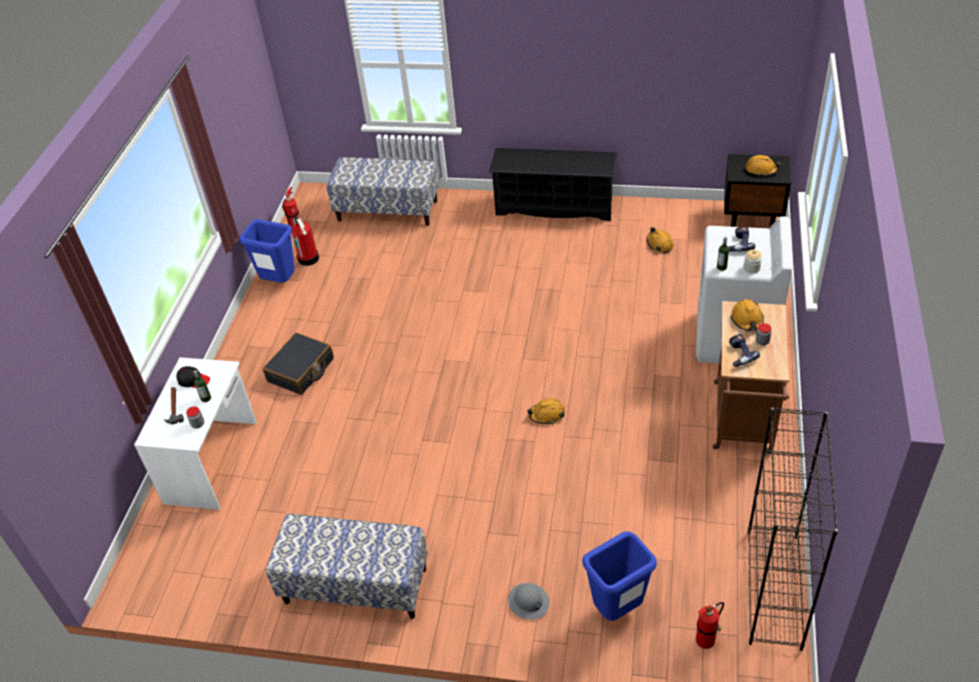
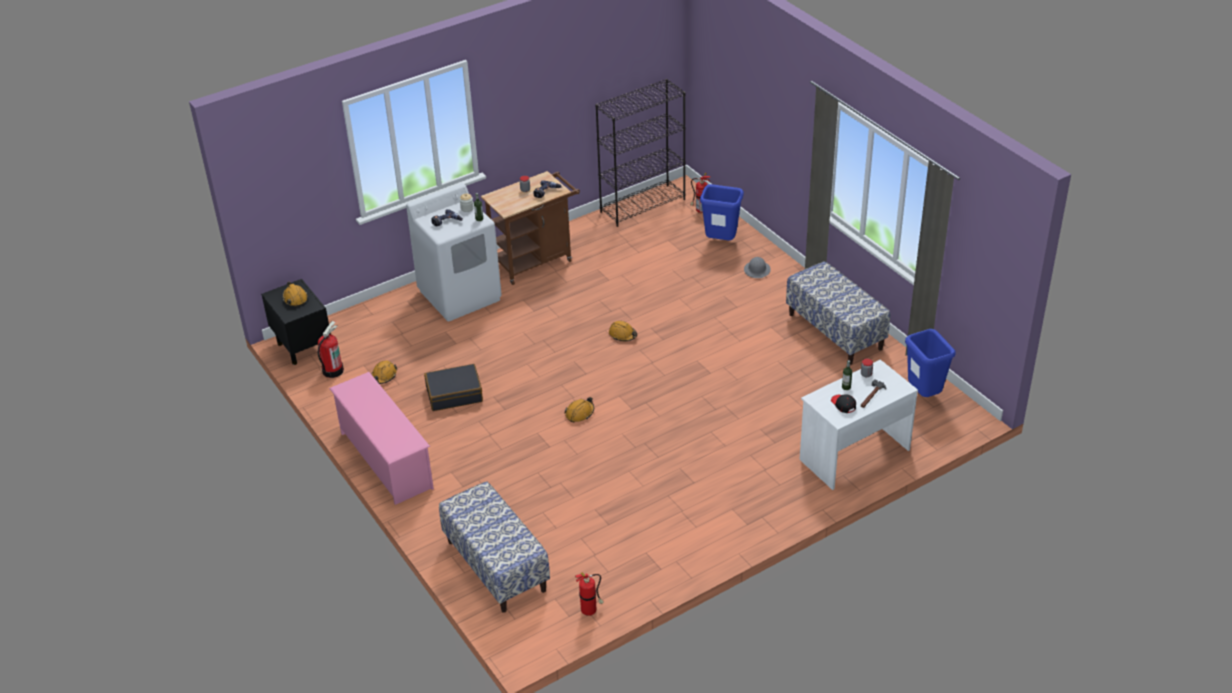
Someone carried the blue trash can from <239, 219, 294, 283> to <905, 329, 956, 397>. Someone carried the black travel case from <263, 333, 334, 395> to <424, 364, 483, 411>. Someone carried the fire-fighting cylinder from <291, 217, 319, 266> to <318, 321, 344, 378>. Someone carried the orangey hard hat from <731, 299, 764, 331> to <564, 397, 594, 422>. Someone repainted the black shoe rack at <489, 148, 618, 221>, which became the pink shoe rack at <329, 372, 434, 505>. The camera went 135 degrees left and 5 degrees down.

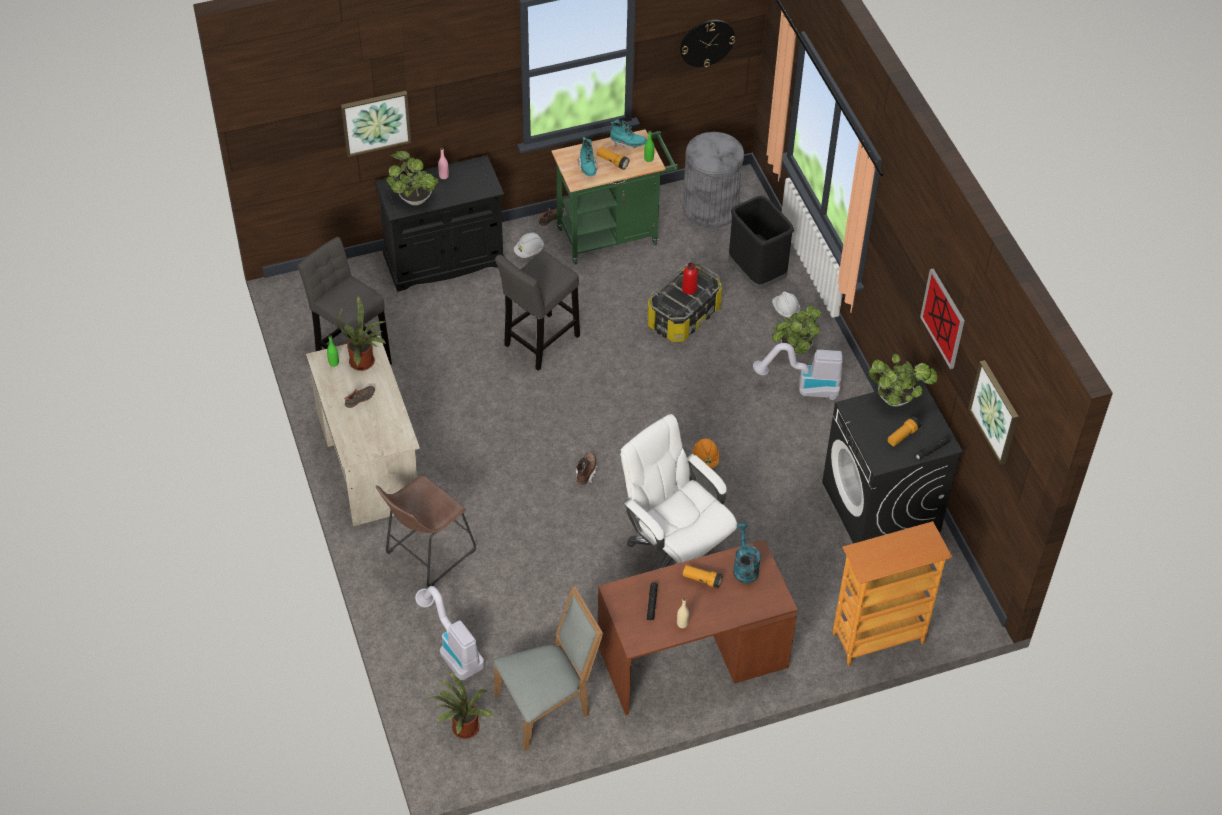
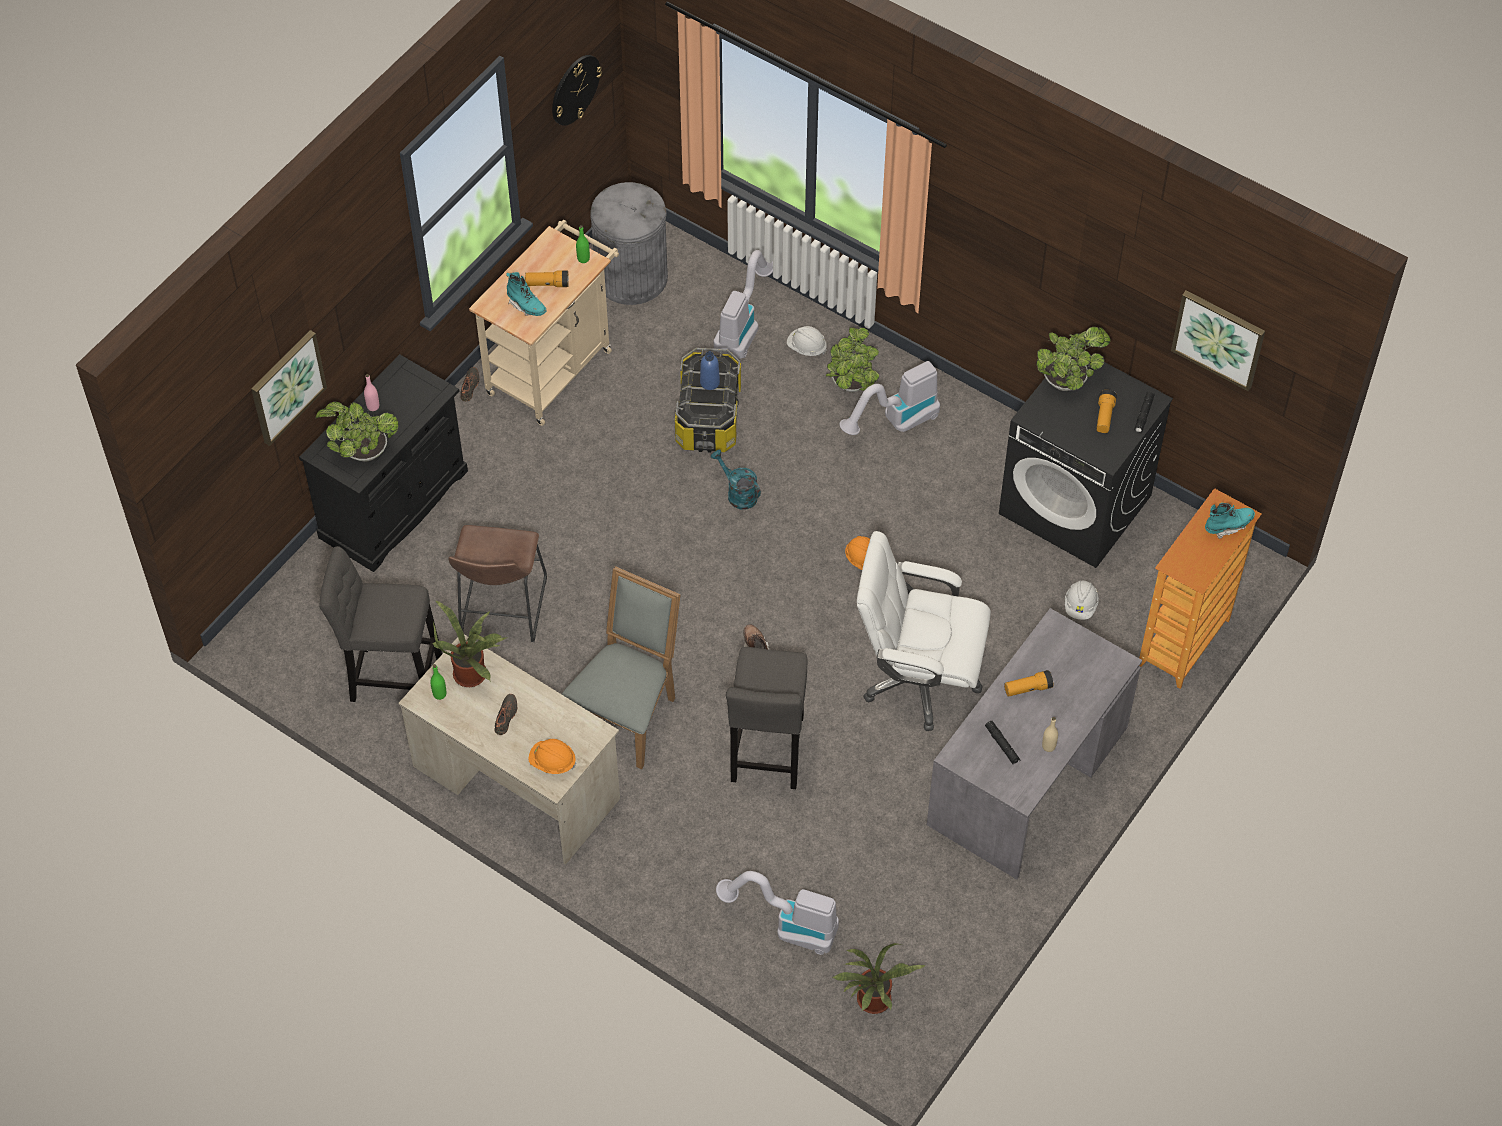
Someone took away the wall art at <920, 268, 965, 369>. Someone put down the orangey hard hat at <528, 739, 576, 774>. Someone carried the brown-coloured stool seat from <376, 475, 476, 587> to <448, 525, 547, 642>. Someone carried the gray chair from <494, 586, 603, 751> to <562, 566, 681, 769>. Someone carried the gray stool seat from <495, 251, 580, 371> to <726, 647, 807, 789>. Someone carried the white-coloured hard hat from <514, 233, 544, 258> to <1065, 580, 1099, 620>. Someone carried the turquoise boot from <610, 119, 647, 148> to <1205, 503, 1255, 539>. Someone carried the turquoise watering pot from <733, 523, 761, 584> to <711, 450, 761, 510>. Someone swapped the black trash can at <729, 196, 794, 289> for the vacuum cleaner at <714, 250, 773, 359>. Someone repainted the green-coloured wheeled cart at <552, 129, 678, 264>, which became the beige-coloured wheeled cart at <469, 220, 619, 426>. Someone repainted the brown-coloured desk table at <598, 539, 798, 715>, which became the gray desk table at <927, 608, 1142, 879>. Someone repainted the red bottle at <682, 262, 698, 295>, which became the blue bottle at <700, 351, 720, 390>. The camera went 35 degrees left and 5 degrees up.

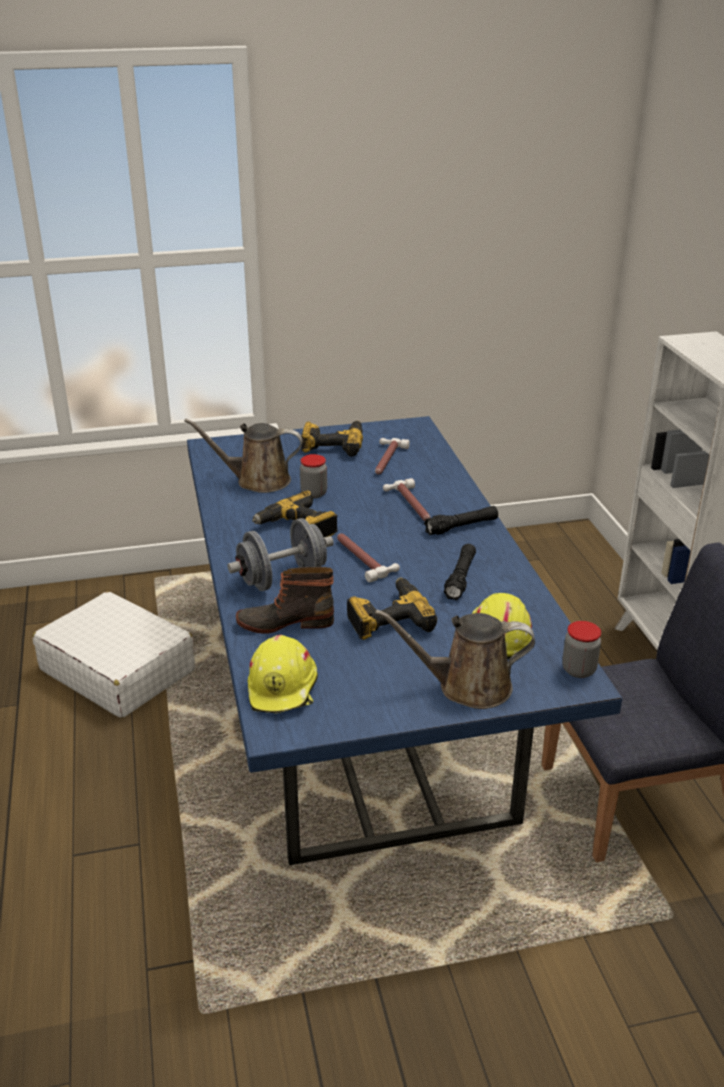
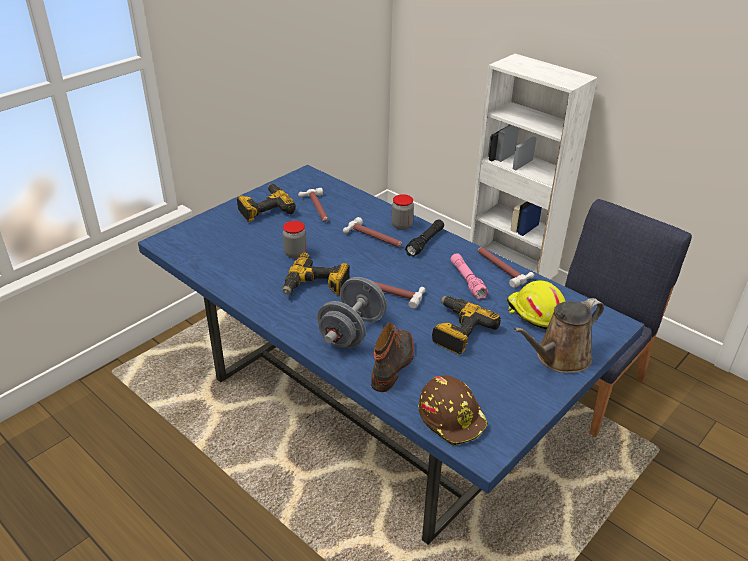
Someone took away the white-coloured travel case at <32, 591, 195, 718>. Someone took away the brown-coloured watering pot at <184, 418, 303, 493>. Someone put down the hammer at <478, 247, 534, 288>. Someone carried the jar from <562, 621, 601, 678> to <392, 194, 414, 230>. Someone repainted the yellow-coloured hard hat at <248, 635, 318, 713>, which became the brown-coloured hard hat at <418, 376, 488, 445>. Someone repainted the black flashlight at <444, 544, 476, 600>, which became the pink flashlight at <451, 253, 489, 300>. Someone rotated the boot at <236, 567, 334, 634> by 150 degrees clockwise. The camera went 35 degrees left and 5 degrees up.

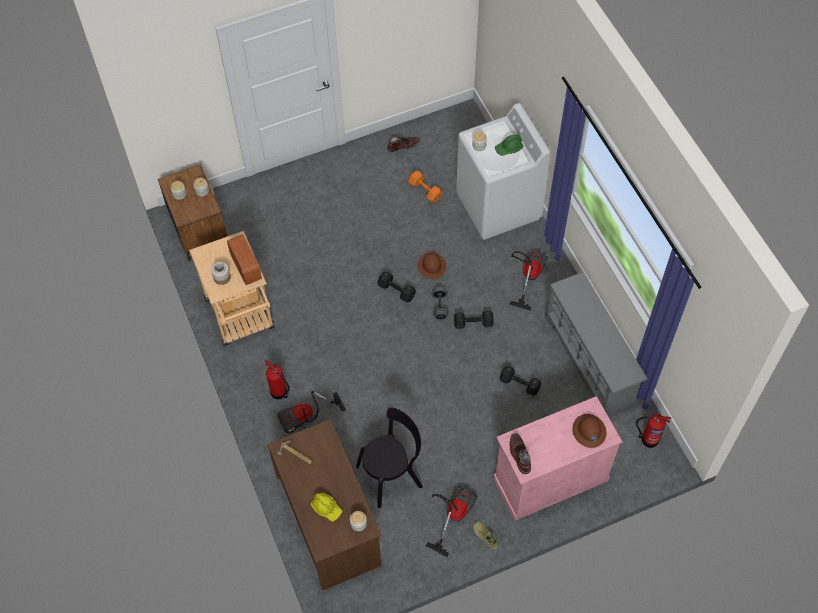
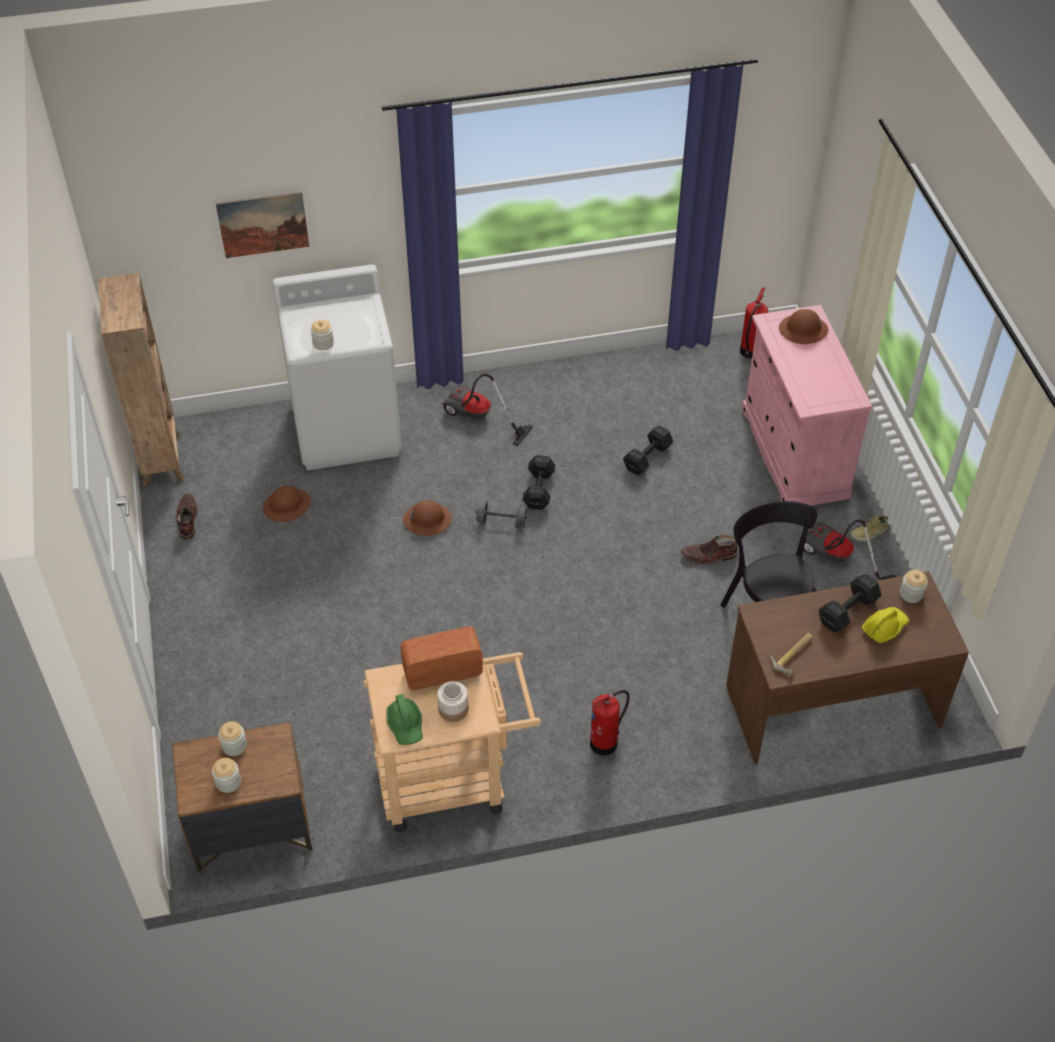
Someone took away the vacuum cleaner at <277, 391, 346, 433>. Someone took away the gray shoe rack at <545, 272, 648, 414>. Someone put down the brown-coloured shelving unit at <98, 273, 185, 487>. Someone put up the wall art at <216, 192, 309, 258>. Someone carried the black free weight from <377, 272, 416, 302> to <819, 574, 881, 632>. Someone carried the green-coloured hard hat from <495, 134, 523, 156> to <386, 694, 423, 745>. Someone carried the brown-coloured boot from <510, 433, 531, 474> to <681, 535, 738, 564>. Someone swapped the orangey free weight at <408, 170, 443, 203> for the brown-coloured hard hat at <263, 486, 311, 522>. The camera went 80 degrees left and 10 degrees down.

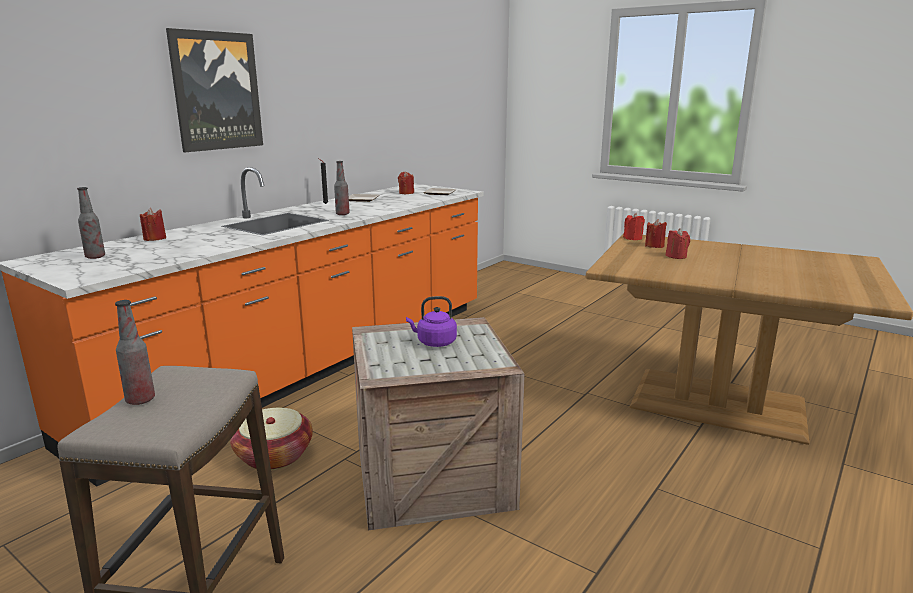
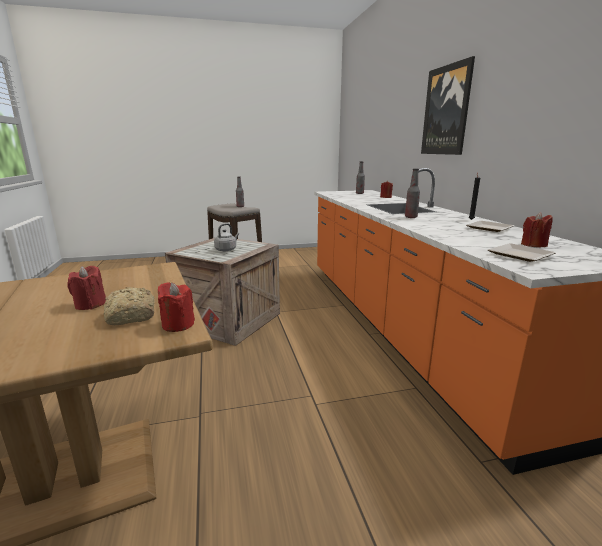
Someone took away the storage basket at <230, 408, 313, 470>. Someone swapped the red candle at <645, 219, 667, 248> for the baked bread at <104, 287, 154, 325>. Someone repainted the purplish tea kettle at <406, 296, 457, 347>, which became the gray tea kettle at <214, 223, 239, 251>. The camera went 130 degrees right and 0 degrees up.

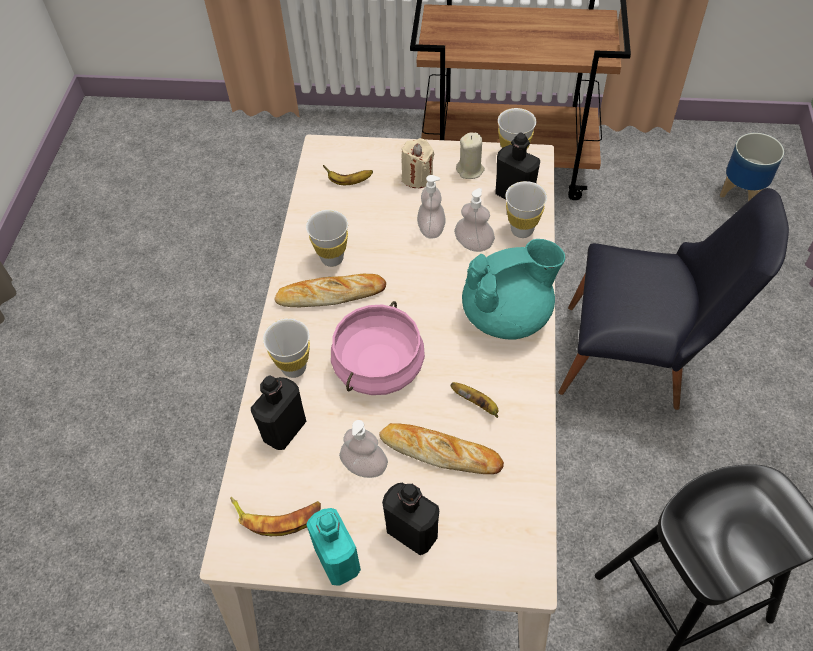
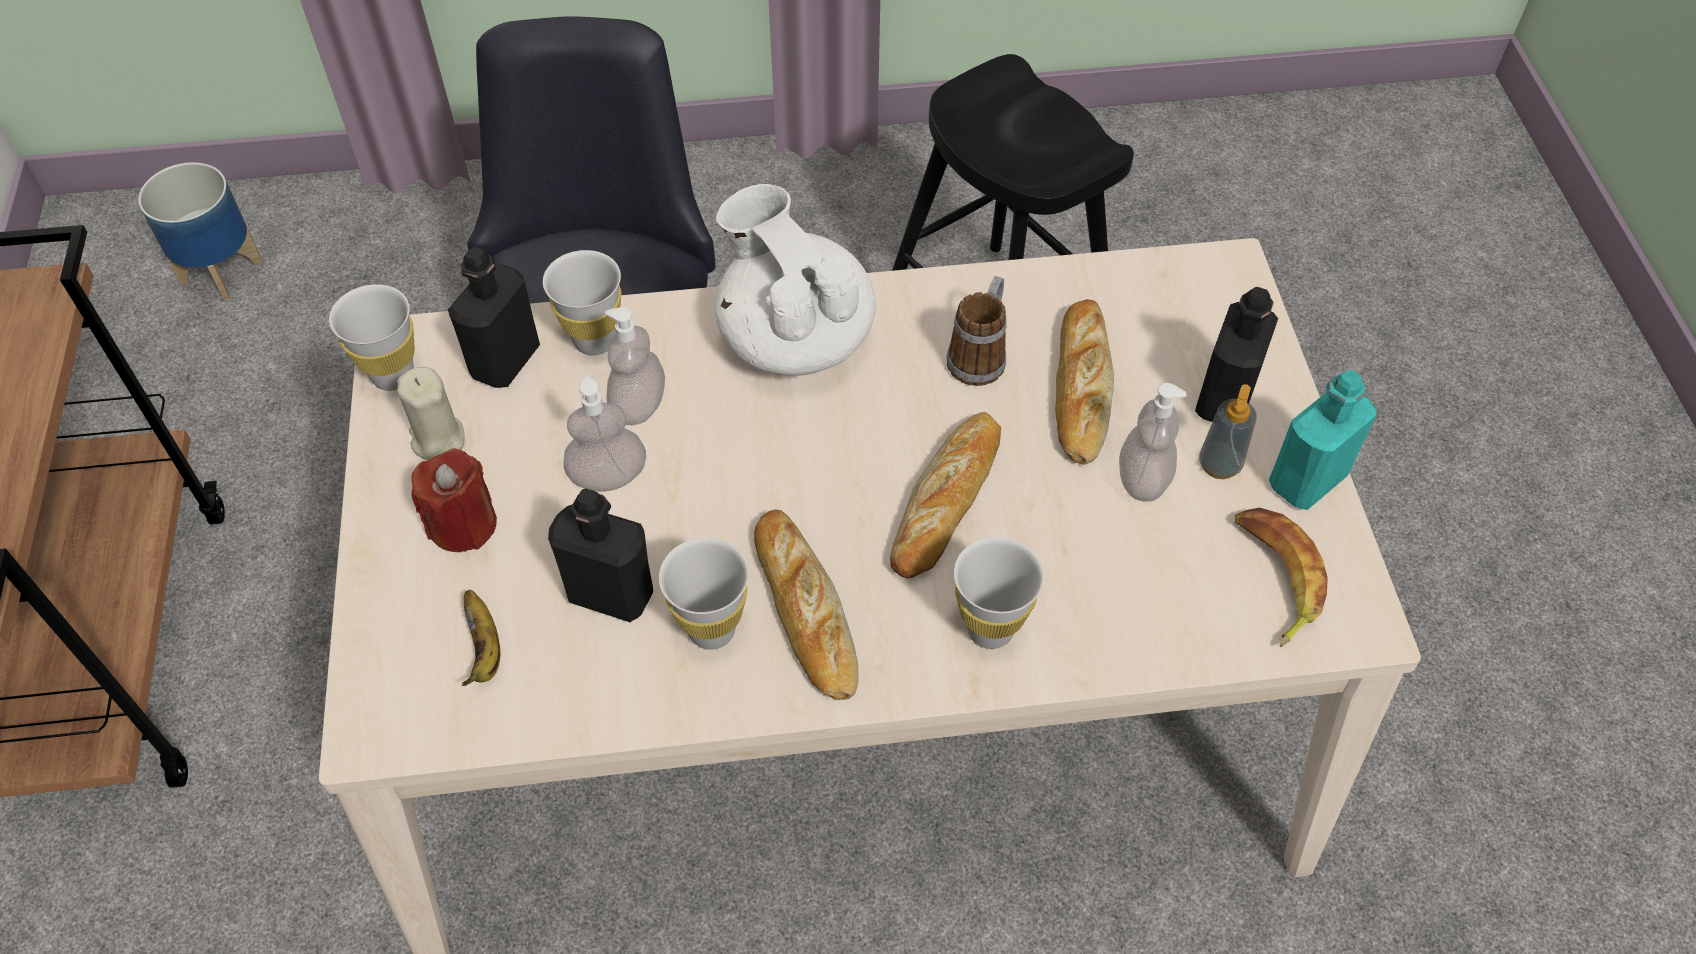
Someone put down the soap bottle at <1199, 384, 1257, 479>. Someone carried the black bottle from <251, 375, 307, 450> to <548, 488, 653, 622>. Someone swapped the pink stockpot at <331, 301, 425, 395> for the baked bread at <890, 412, 1001, 578>. Someone swapped the whole banana at <451, 382, 498, 418> for the mug at <947, 276, 1006, 386>. Someone repainted the beige-coloured candle at <401, 138, 435, 188>, which became the red candle at <411, 448, 497, 552>. Someone repainted the turquoise pot for tea at <462, 239, 565, 339>, which became the white-coloured pot for tea at <715, 184, 876, 376>. The camera went 105 degrees left and 0 degrees up.

